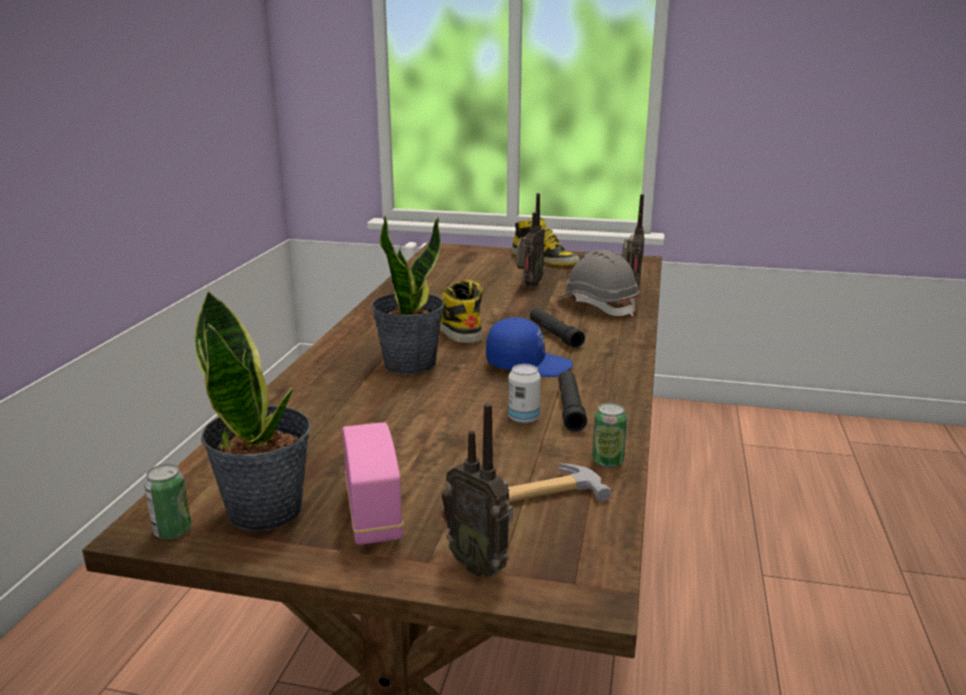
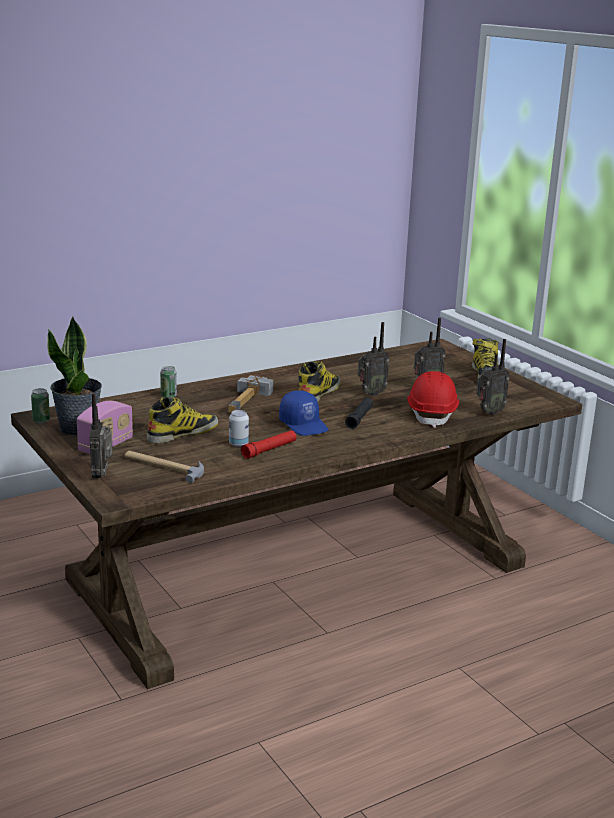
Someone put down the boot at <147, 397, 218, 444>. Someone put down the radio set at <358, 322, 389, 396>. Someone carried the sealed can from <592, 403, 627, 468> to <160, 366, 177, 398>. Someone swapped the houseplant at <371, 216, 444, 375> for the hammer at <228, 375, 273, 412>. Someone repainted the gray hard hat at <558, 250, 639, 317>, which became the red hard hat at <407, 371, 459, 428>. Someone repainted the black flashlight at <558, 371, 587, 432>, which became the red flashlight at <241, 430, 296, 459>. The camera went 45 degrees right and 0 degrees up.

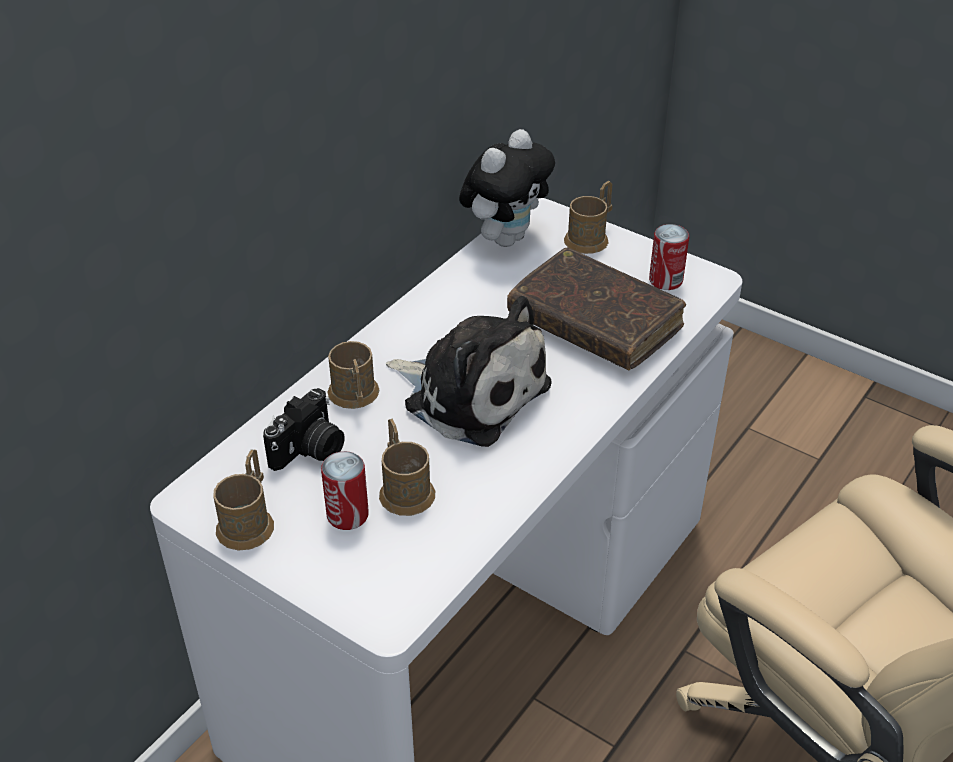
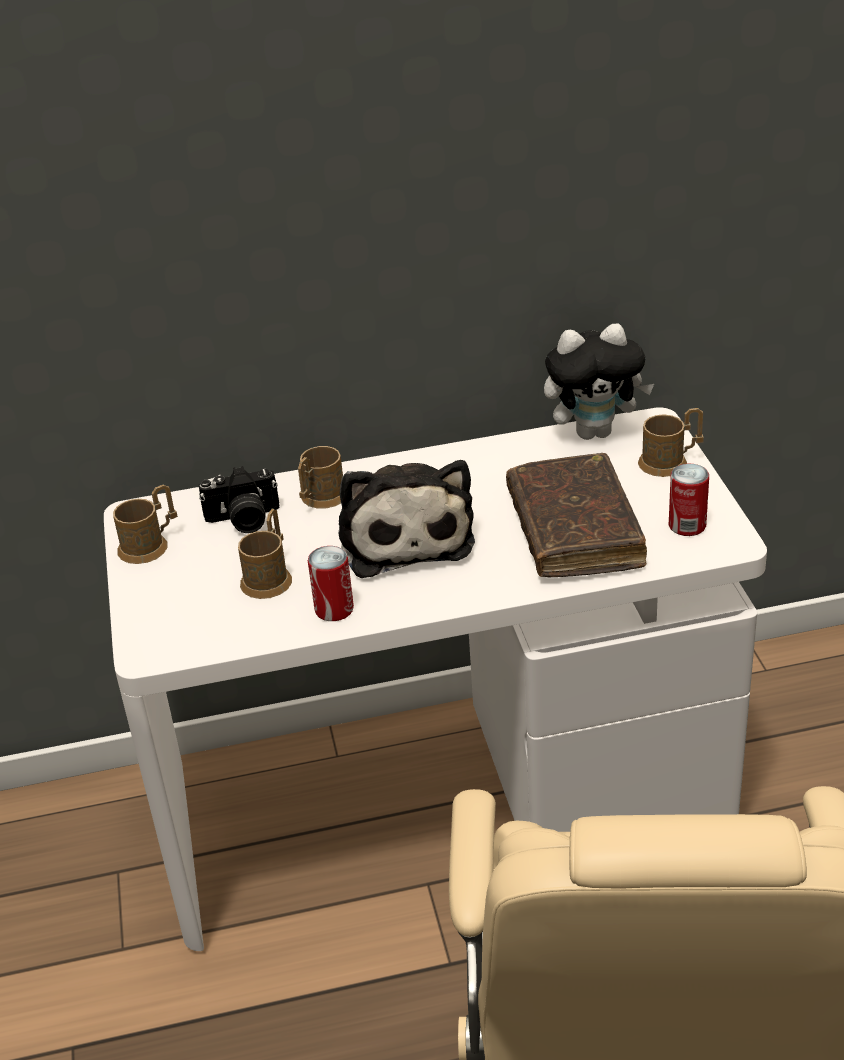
Someone carried the sealed can from <321, 451, 369, 530> to <308, 546, 354, 621>. The camera went 45 degrees right and 5 degrees down.

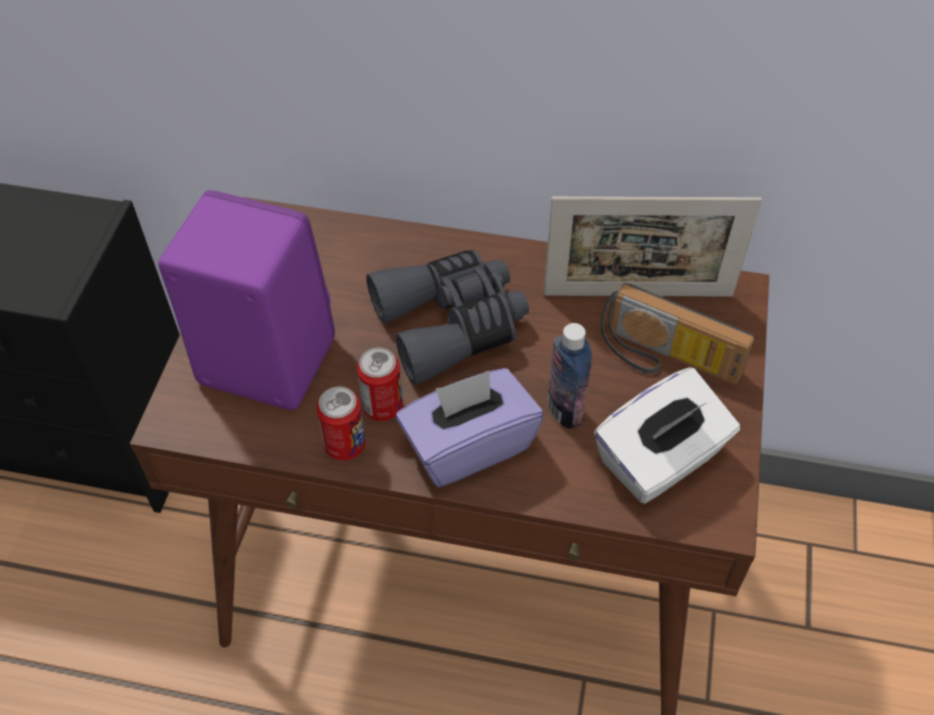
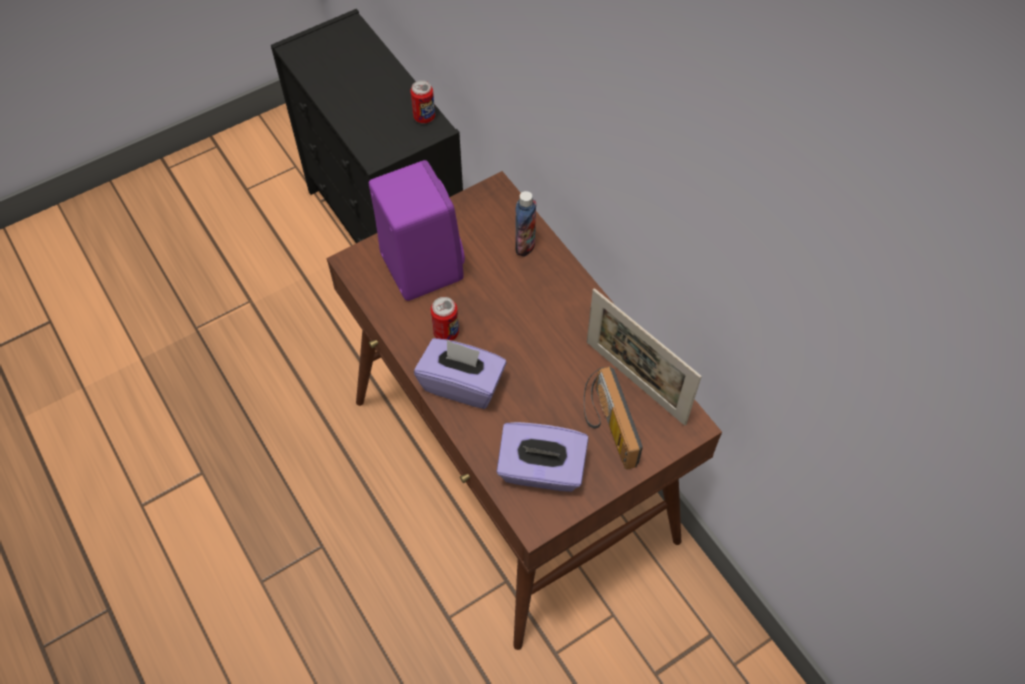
Someone took away the gray pair of binoculars at <366, 250, 529, 385>. Someone carried the sealed can from <316, 387, 366, 461> to <410, 80, 435, 123>. Someone carried the bottle from <548, 323, 592, 429> to <515, 191, 536, 257>. Someone repainted the white-coloured tissue box at <594, 367, 740, 504>, which became the purplish tissue box at <497, 422, 588, 492>. The camera went 45 degrees right and 5 degrees up.

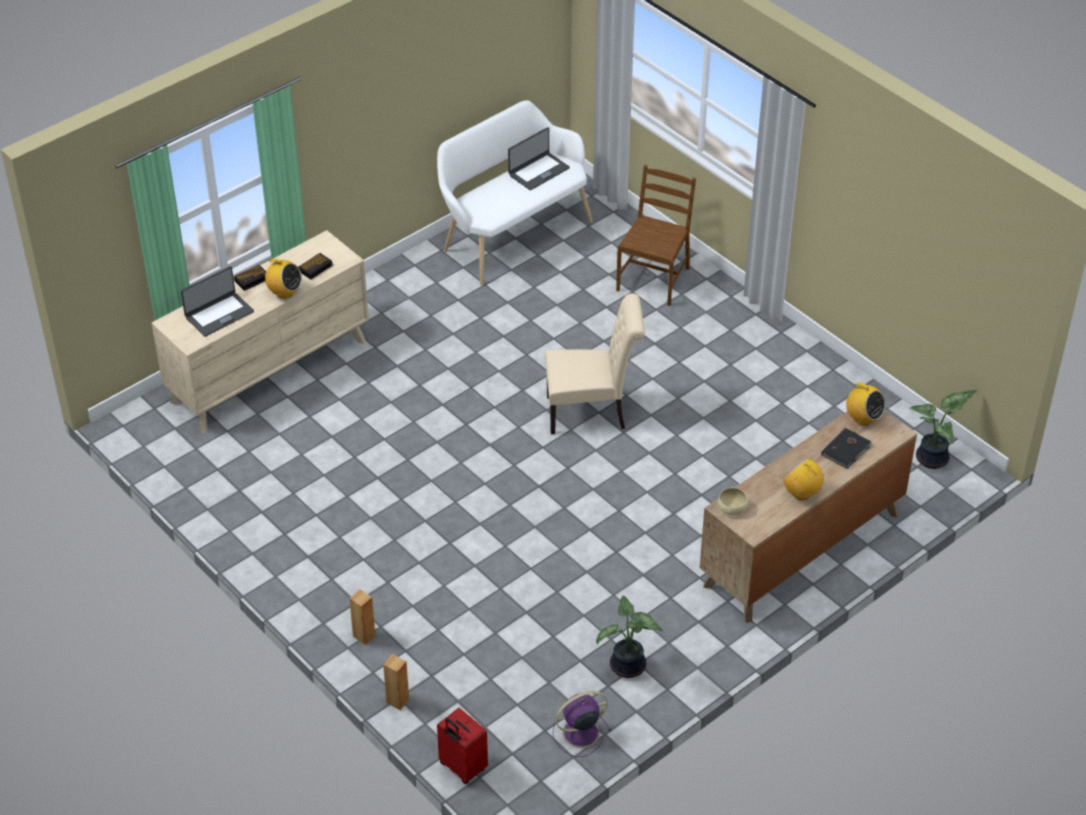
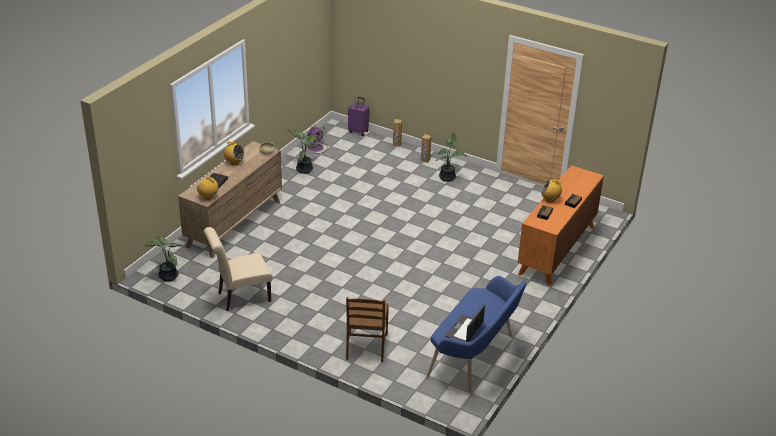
Someone took away the portable computer at <181, 266, 254, 337>. Someone put down the houseplant at <436, 133, 467, 182>. Someone carried the beige-coloured chair from <545, 294, 645, 434> to <204, 227, 272, 311>. Someone repainted the beige-coloured chest of drawers at <151, 230, 369, 433>, which became the orangey chest of drawers at <518, 165, 604, 286>. Someone repainted the white-coloured indoor bench at <437, 100, 593, 285>, which became the blue indoor bench at <426, 276, 526, 392>. Someone repainted the red travel case at <437, 708, 488, 784>, which became the purplish travel case at <348, 97, 369, 136>. The camera went 160 degrees right and 10 degrees down.

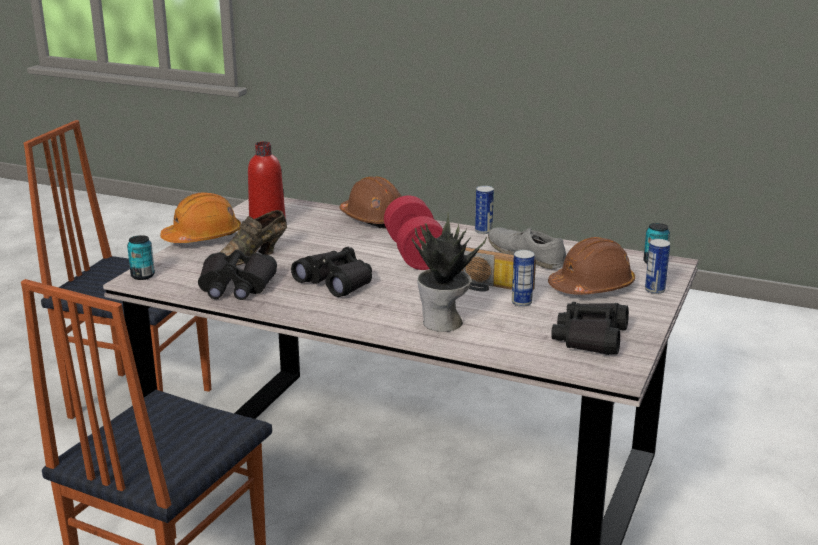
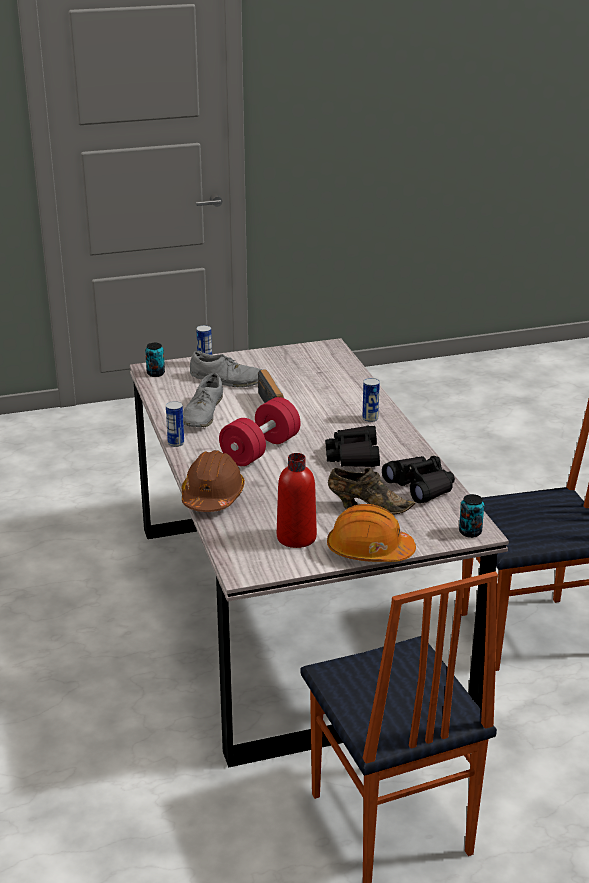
Someone took away the houseplant at <412, 213, 487, 332>. Someone took away the black pair of binoculars at <551, 302, 629, 355>. Someone carried the sealed can from <512, 250, 535, 307> to <362, 378, 380, 422>. Someone swapped the brown-coloured hard hat at <548, 237, 635, 295> for the gray item of footwear at <190, 351, 263, 388>. The camera went 130 degrees left and 5 degrees up.

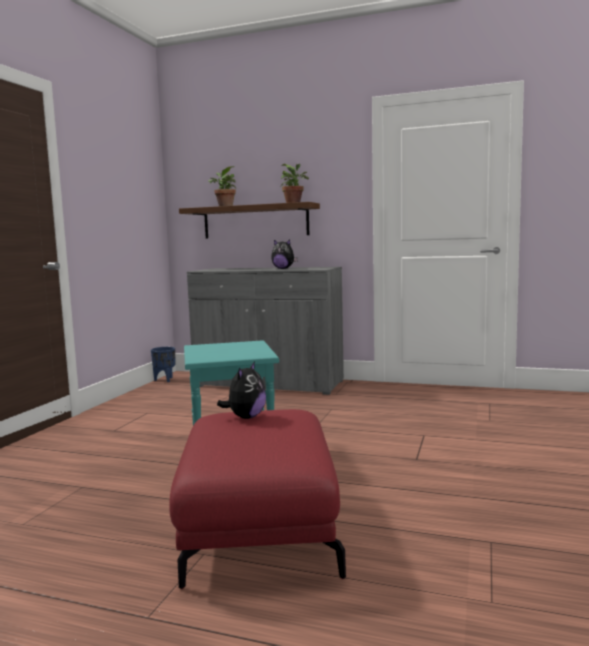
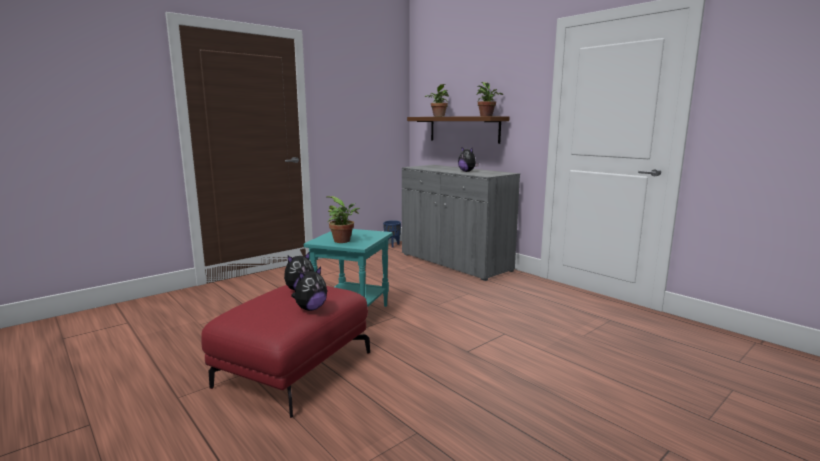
Someone put down the plush toy at <291, 267, 327, 311>. Someone put down the houseplant at <326, 196, 360, 243>. The camera went 30 degrees right and 5 degrees up.

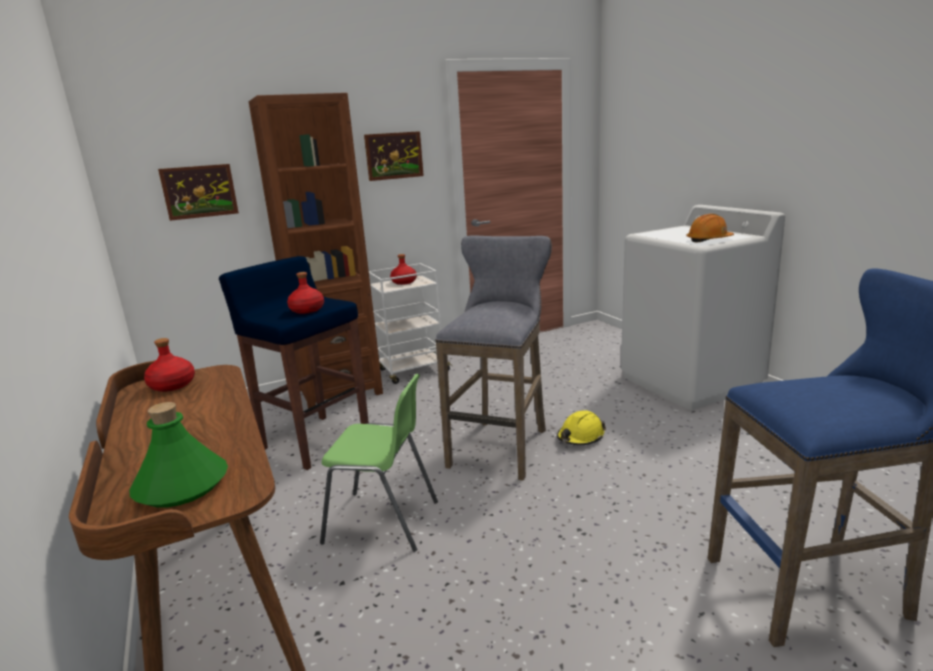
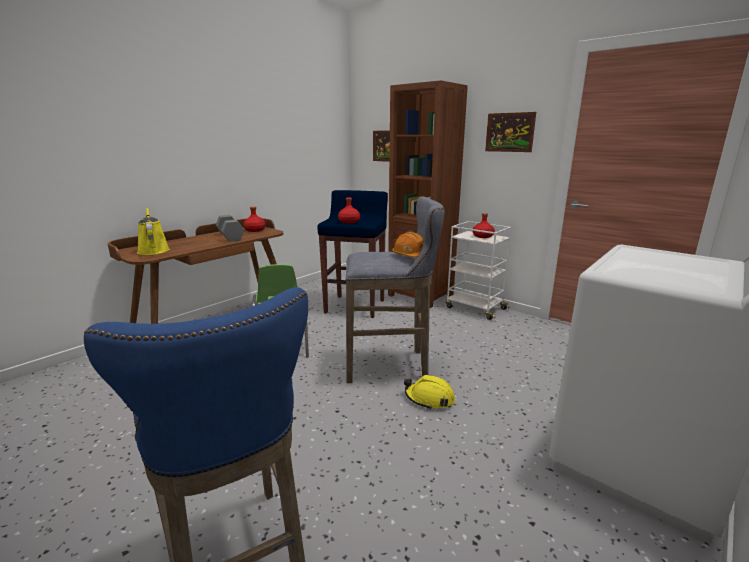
Someone put down the gray free weight at <216, 215, 244, 242>. Someone carried the orangey hard hat from <686, 214, 734, 242> to <392, 232, 424, 258>. Someone swapped the green-coloured bottle at <129, 402, 228, 507> for the yellow-coloured watering pot at <137, 207, 170, 255>. The camera went 65 degrees right and 0 degrees up.

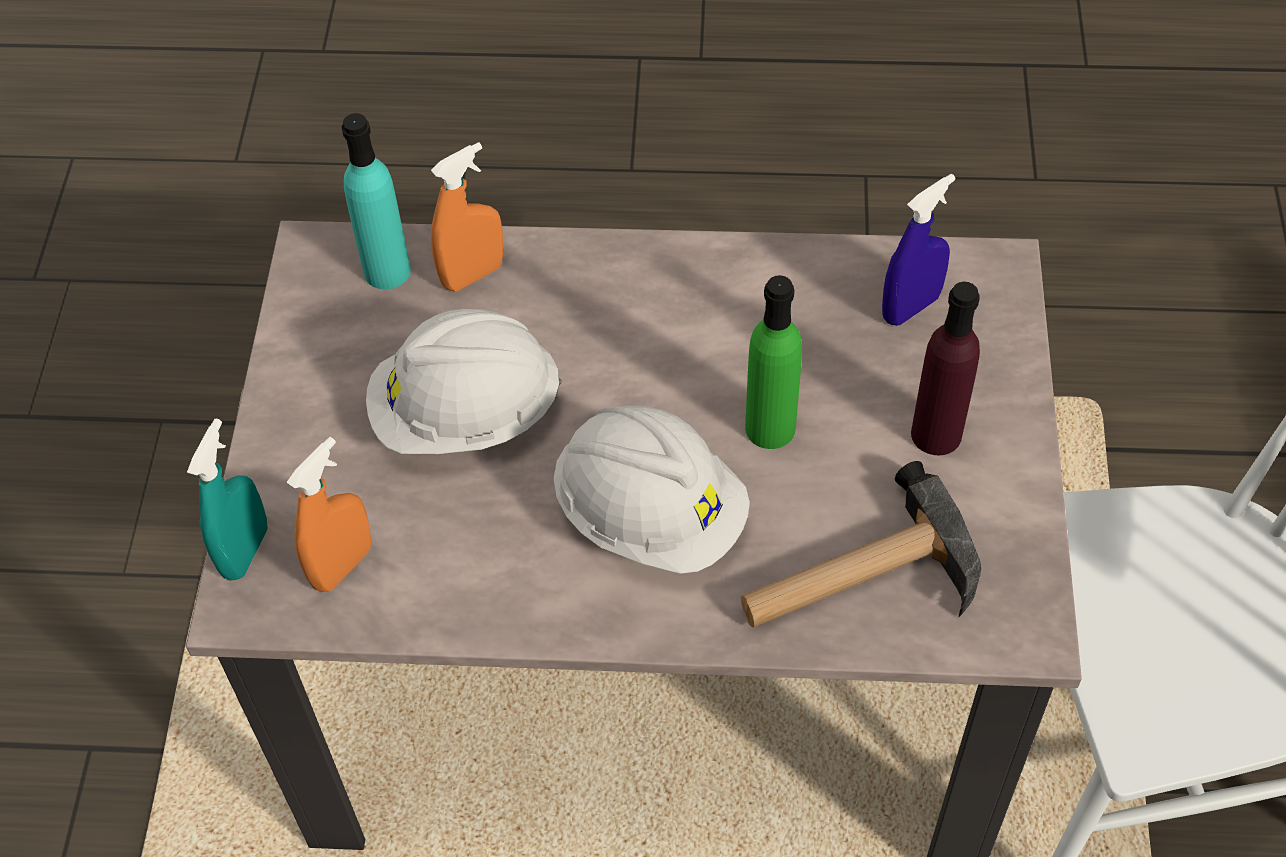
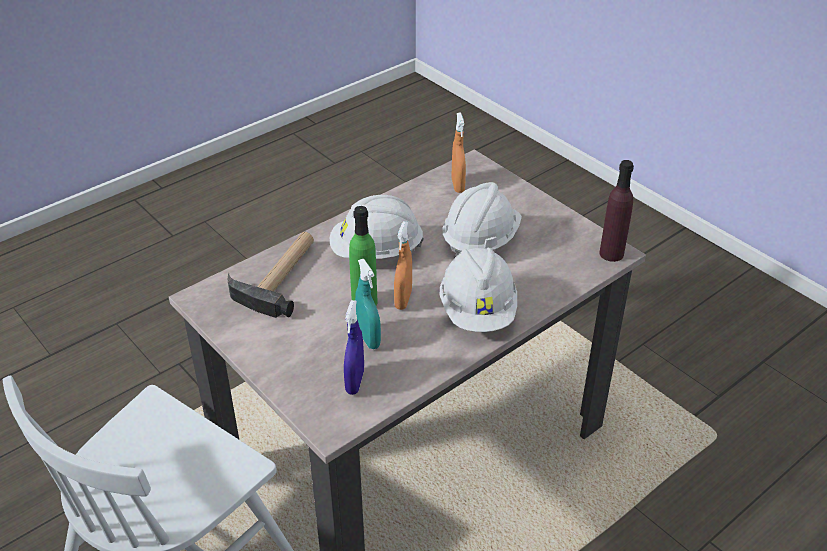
Someone took away the turquoise bottle at <342, 113, 411, 289>. Someone put down the white-coloured hard hat at <440, 247, 517, 332>. Someone carried the turquoise hand sprayer from <187, 418, 268, 580> to <355, 259, 381, 349>. Someone carried the orangey hand sprayer from <431, 142, 503, 291> to <394, 221, 412, 310>. Someone carried the purplish bottle from <911, 282, 980, 455> to <599, 160, 634, 262>. The camera went 135 degrees right and 15 degrees down.

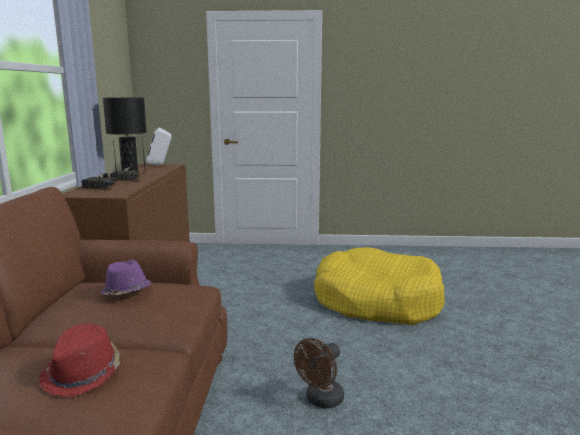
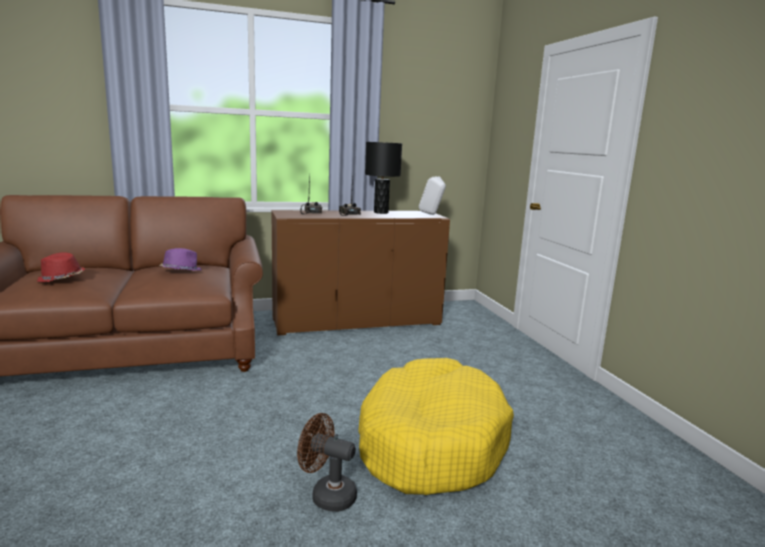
Someone carried the brown-coloured cooling fan from <294, 338, 344, 409> to <297, 413, 357, 512>. The camera went 70 degrees right and 0 degrees up.

